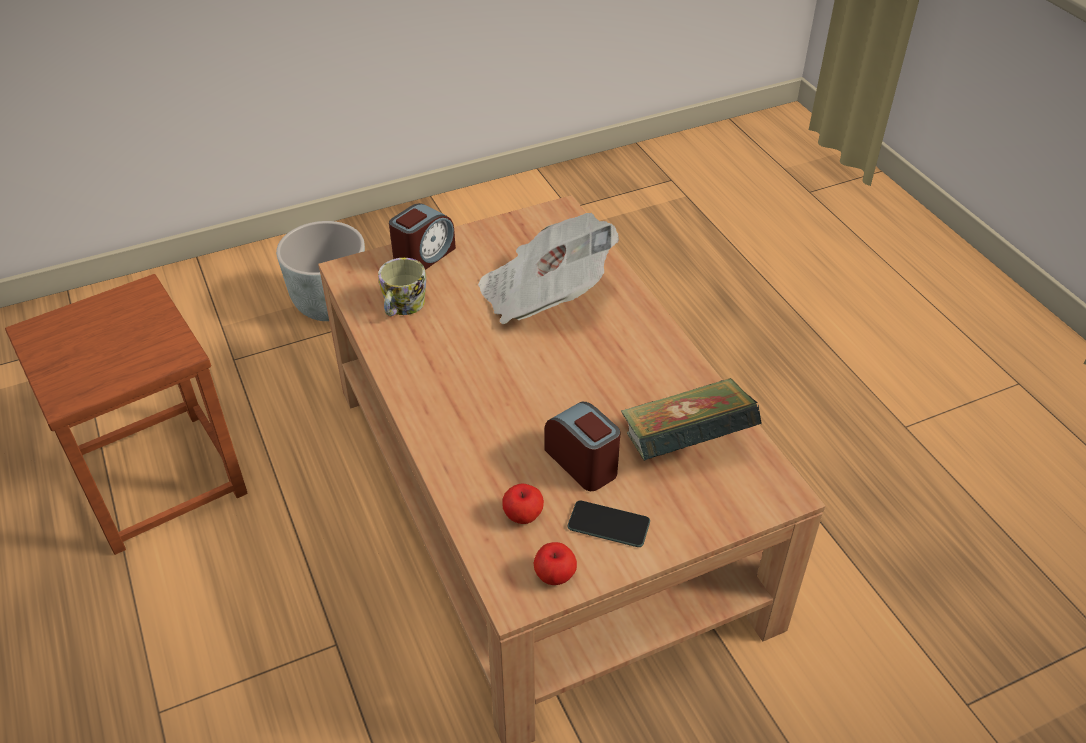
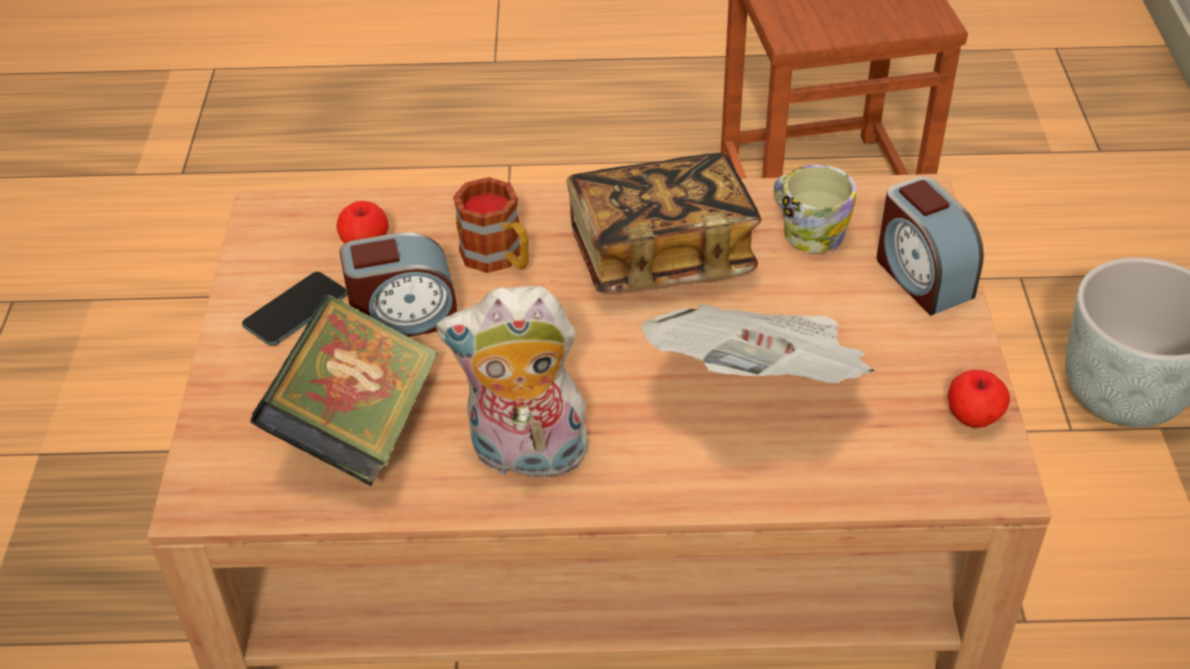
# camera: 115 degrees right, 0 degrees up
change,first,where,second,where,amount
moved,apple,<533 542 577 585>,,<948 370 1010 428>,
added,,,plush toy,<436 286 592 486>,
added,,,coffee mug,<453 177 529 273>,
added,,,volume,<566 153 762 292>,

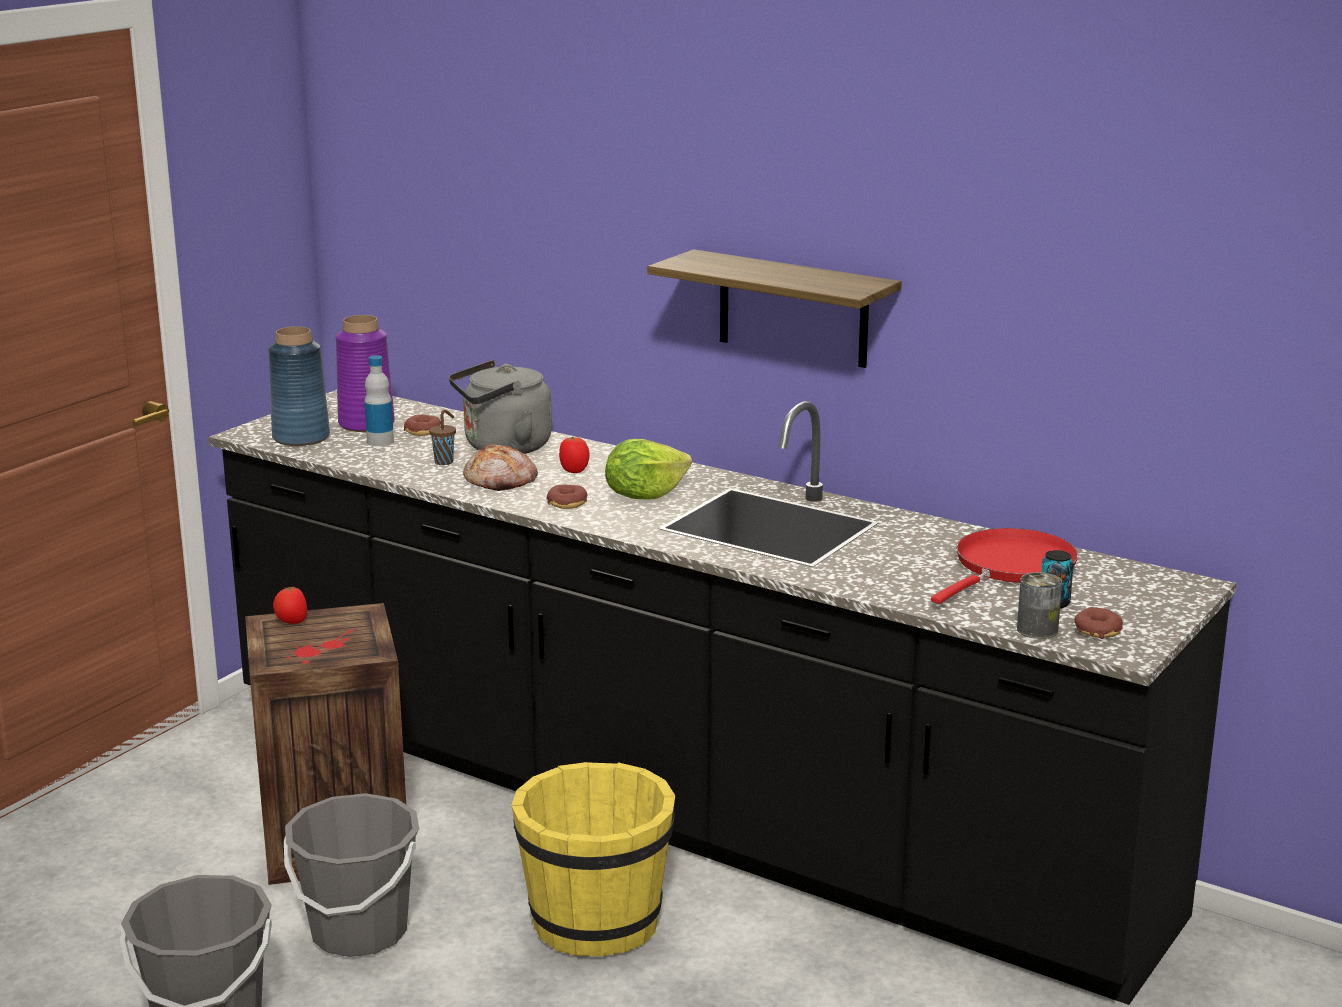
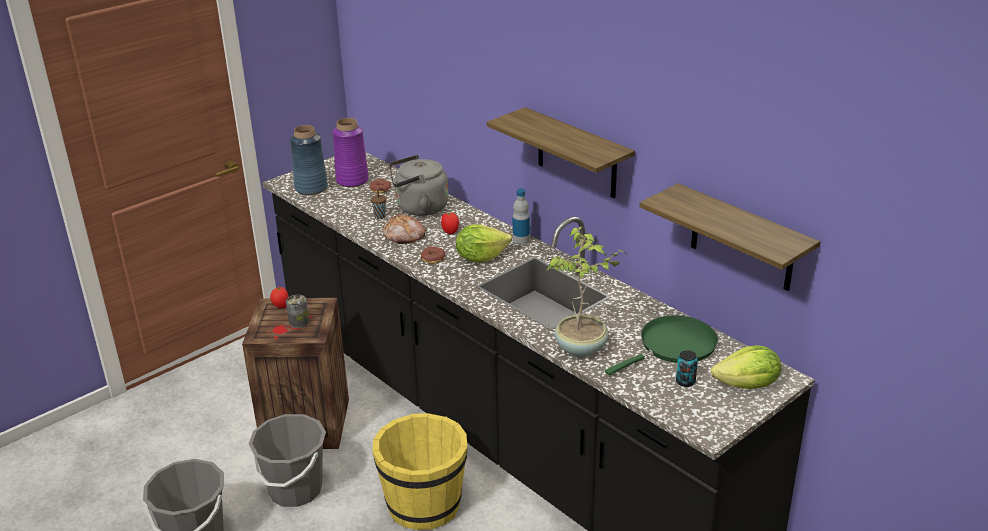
# camera: 15 degrees right, 10 degrees up
change,first,where,second,where,amount
moved,bottle,<364 355 394 446>,,<513 188 530 245>,
recoloured,red frying pan,<931 528 1078 604>,greenish frying pan,<605 315 718 375>,
moved,sealed can,<1017 572 1062 639>,,<286 295 309 328>,
removed,ring doughnut,<1074 607 1123 639>,,,
added,,,houseplant,<547 227 627 357>,
added,,,bracket shelf,<639 183 820 291>,
added,,,head of lettuce,<711 345 782 389>,

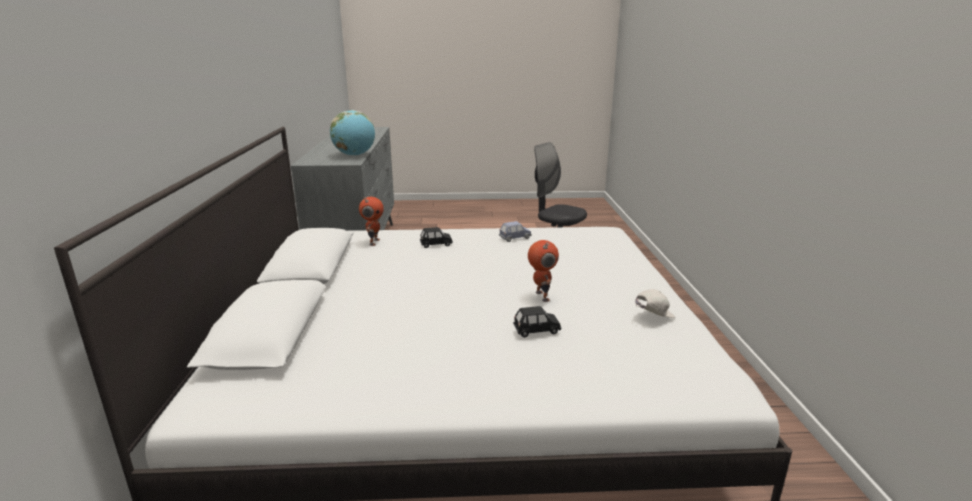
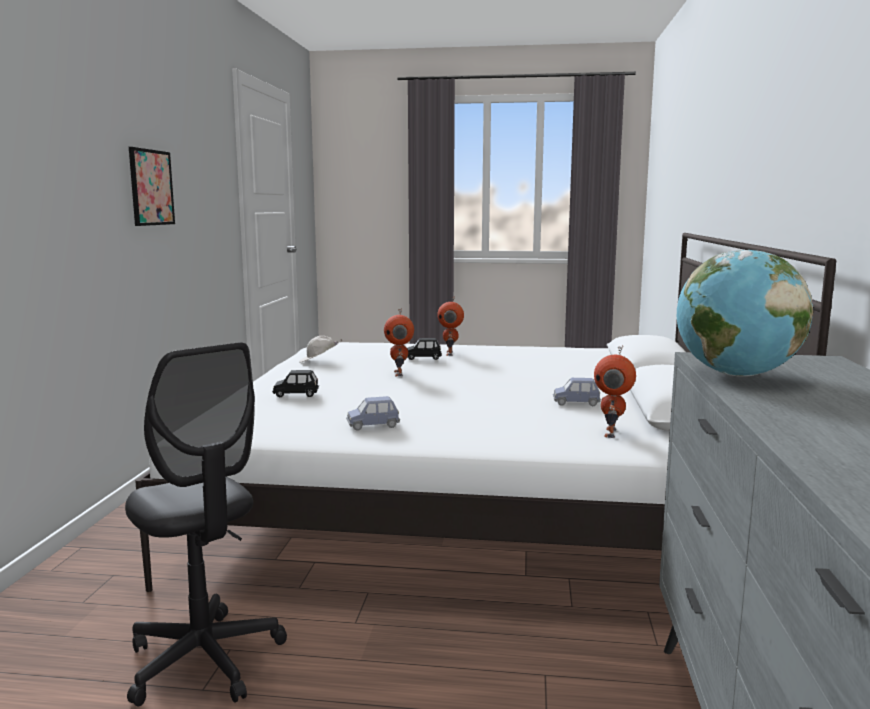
# camera: 170 degrees left, 10 degrees down
change,first,where,second,where,amount
moved,black-coloured toy car,<420 227 453 248>,,<272 370 319 397>,
added,,,wall picture,<129 147 175 226>,
added,,,toy robot,<437 296 464 356>,
added,,,bluish toy car,<553 378 601 406>,

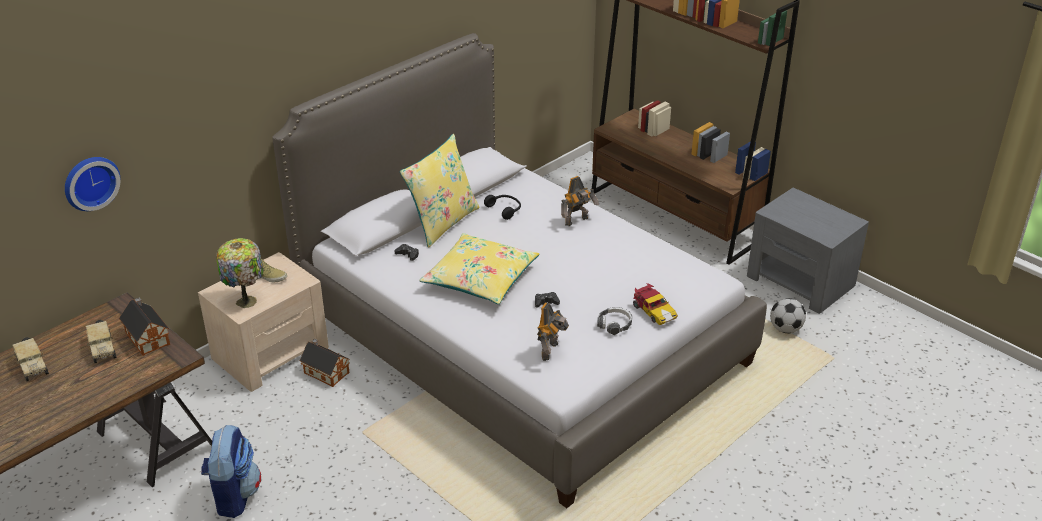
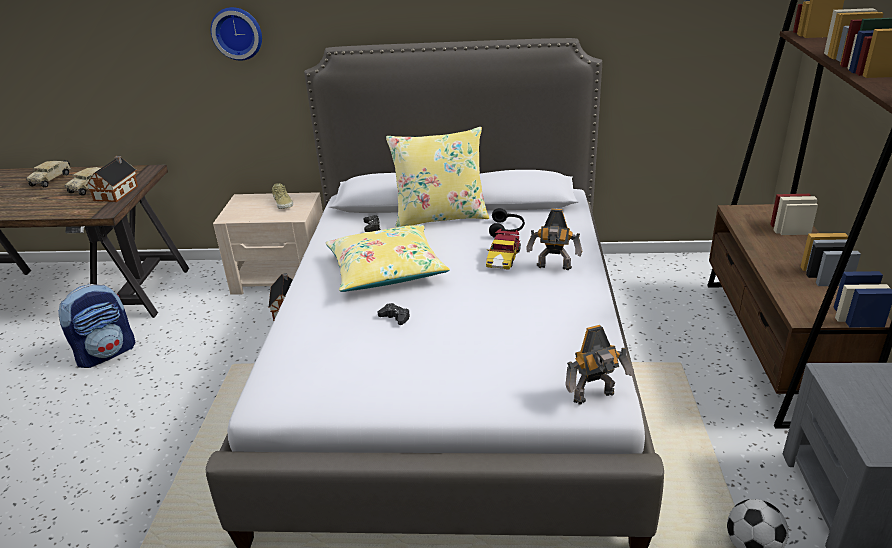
# camera: 50 degrees right, 5 degrees down
change,first,where,second,where,amount
moved,clock on the wall,<65 157 120 211>,,<211 7 262 60>,
removed,table lamp,<216 238 264 308>,,,
moved,toy robot,<537 303 569 361>,,<565 325 634 404>,
removed,pair of headphones,<597 307 632 335>,,,
moved,toy car,<633 283 678 325>,,<486 228 521 269>,

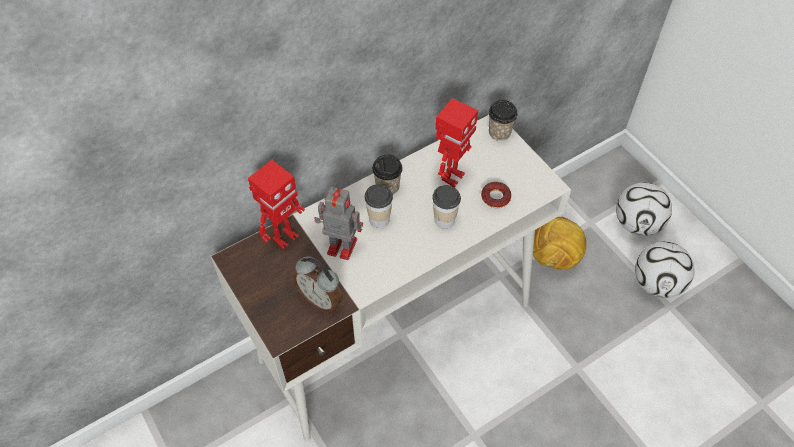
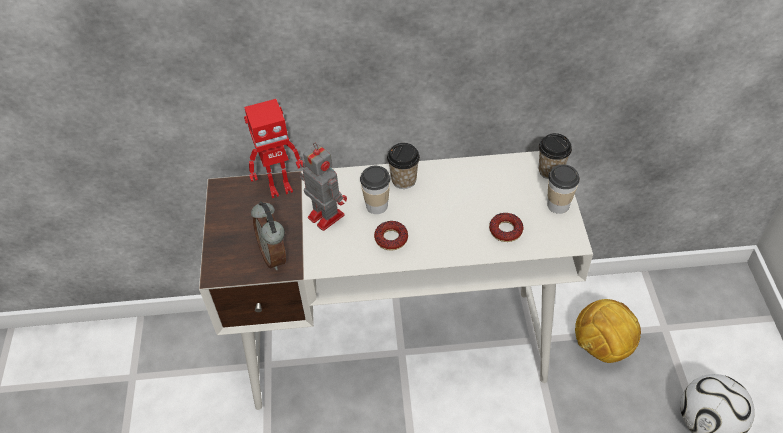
# camera: 30 degrees right, 5 degrees down
change,first,where,second,where,amount
moved,drinking cup,<432 185 461 229>,,<547 164 580 214>,
removed,toy robot,<436 98 478 187>,,,
removed,football,<616 182 672 236>,,,
added,,,ring doughnut,<374 221 408 251>,

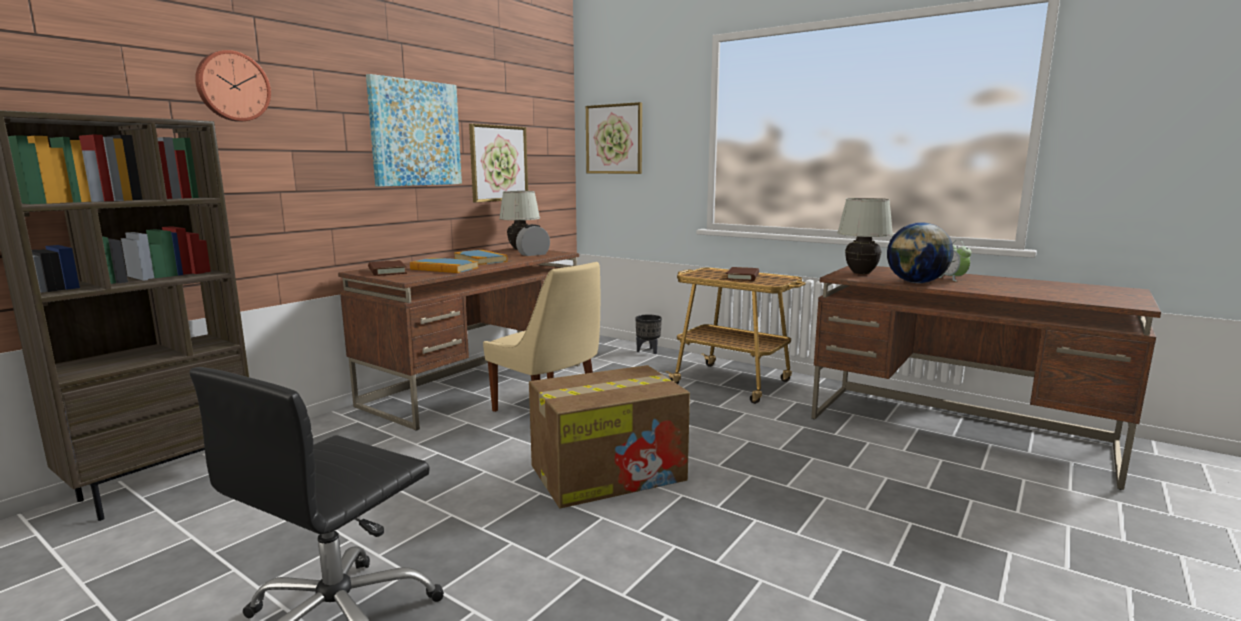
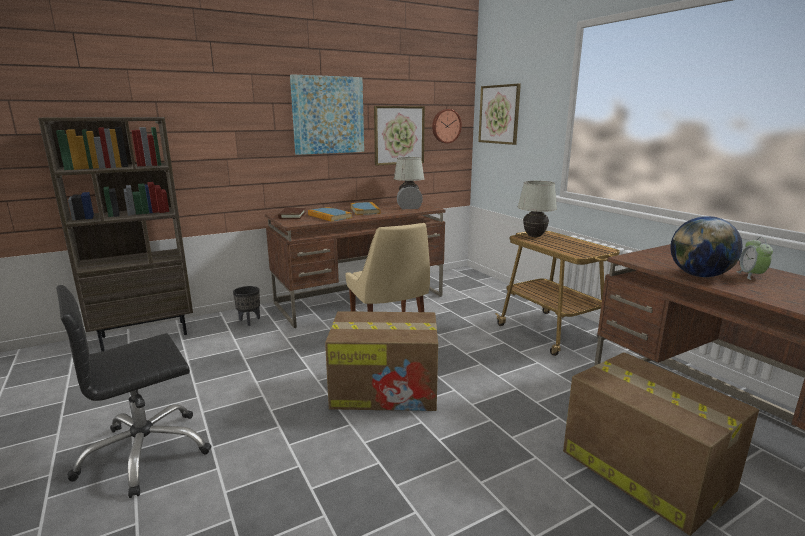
# camera: 25 degrees right, 5 degrees up
change,first,where,second,where,amount
moved,clock on the wall,<195 50 271 122>,,<432 109 462 143>,
moved,black-coloured planter,<635 315 662 354>,,<233 286 260 326>,
removed,brownish volume,<726 267 759 281>,,,
moved,white-coloured table lamp,<837 198 893 274>,,<518 181 557 237>,
added,,,packing box,<563 352 759 536>,

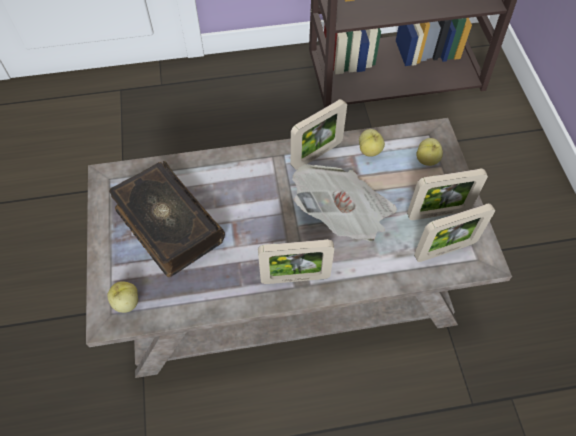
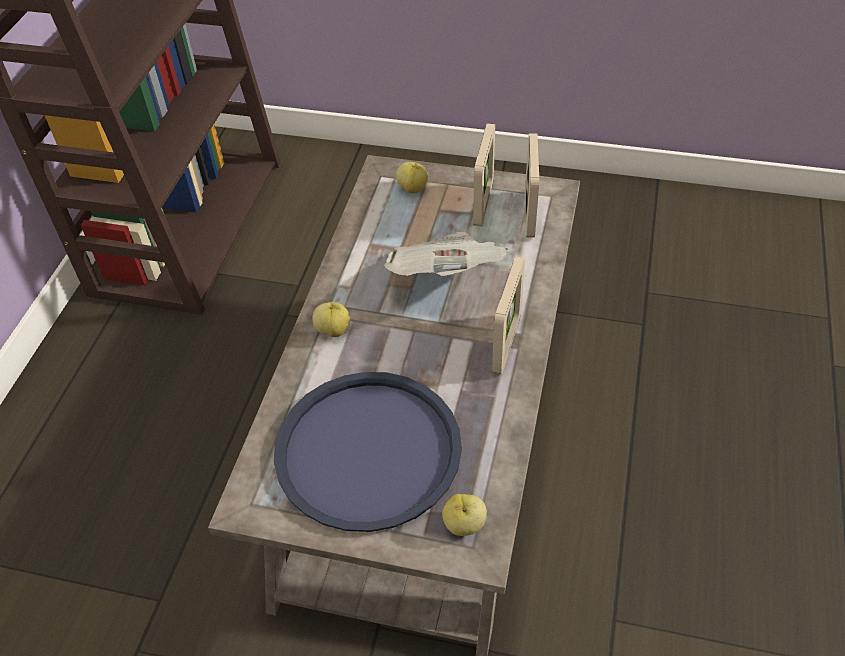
# camera: 65 degrees left, 10 degrees down
change,first,where,second,where,amount
replaced,volume,<109 161 225 277>,bluish serving tray,<274 372 462 532>,
removed,standing frame,<291 99 347 170>,,,
moved,apple,<359 129 385 156>,,<312 302 350 337>,

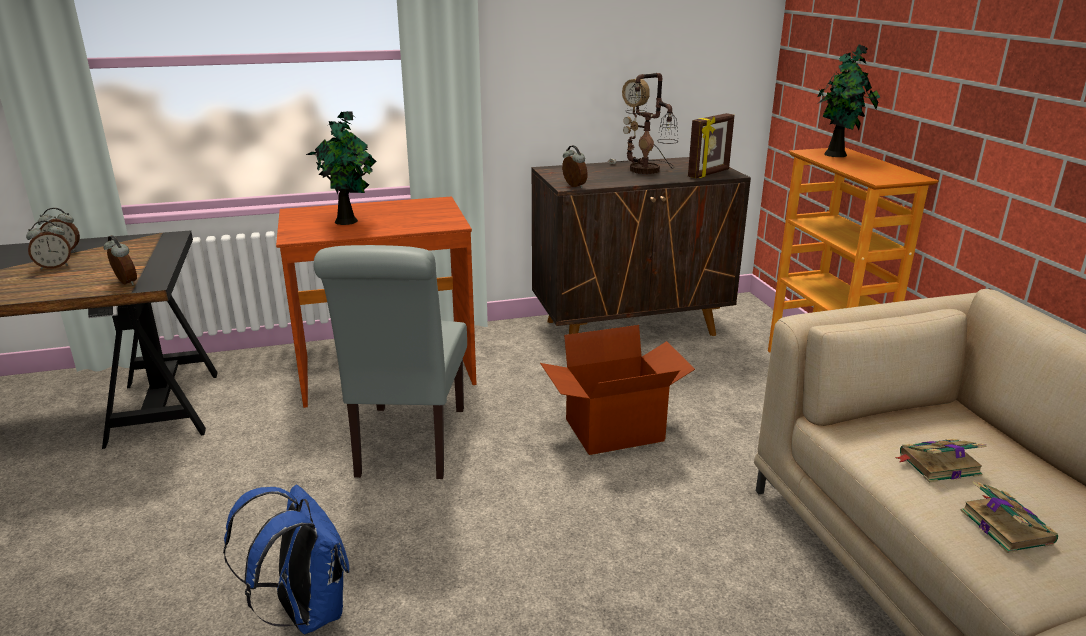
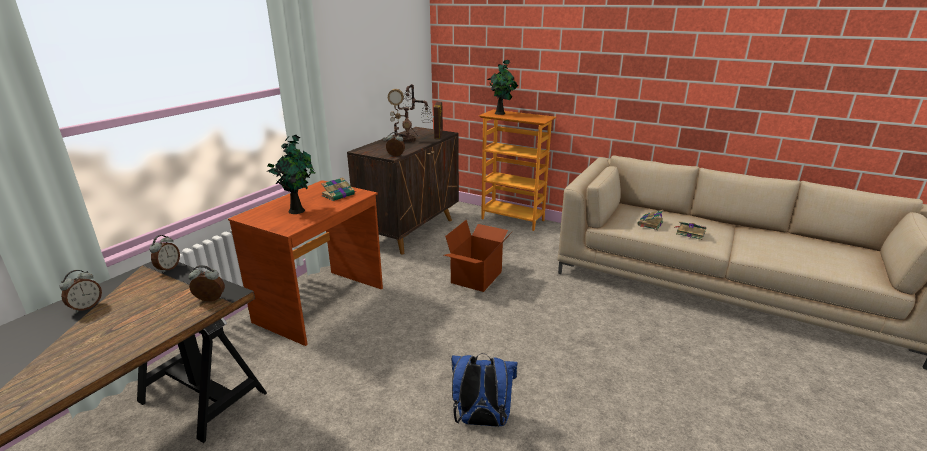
# camera: 45 degrees left, 0 degrees up
change,first,where,second,where,amount
moved,alarm clock,<26 220 71 270>,,<149 235 180 273>,
removed,greyish plain chair,<313 245 467 479>,,,
added,,,volume,<321 177 356 201>,

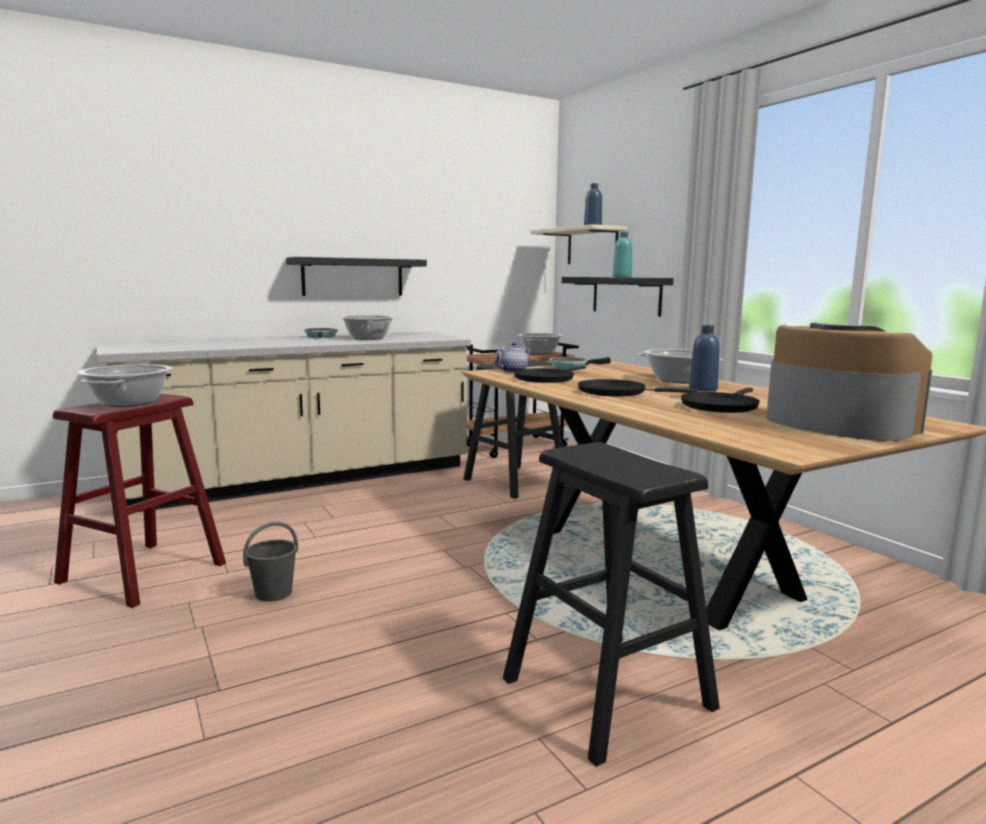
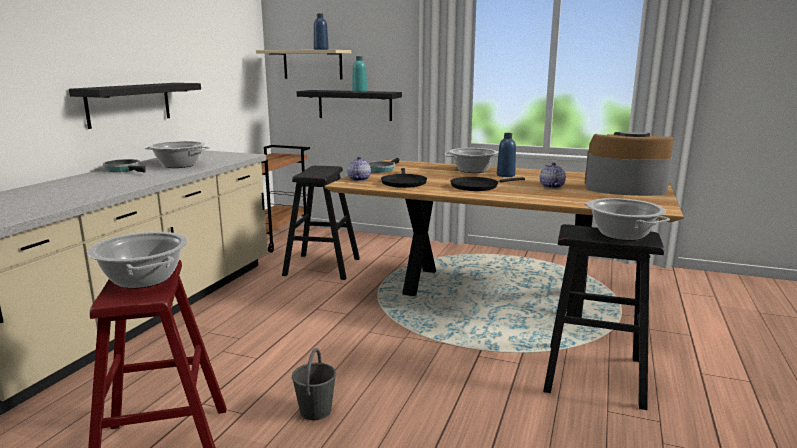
# camera: 40 degrees left, 5 degrees up
change,first,where,second,where,amount
moved,saucepot,<518 333 563 354>,,<584 198 670 241>,
replaced,black-coloured frying pan,<681 387 760 413>,teapot,<540 162 566 189>,

